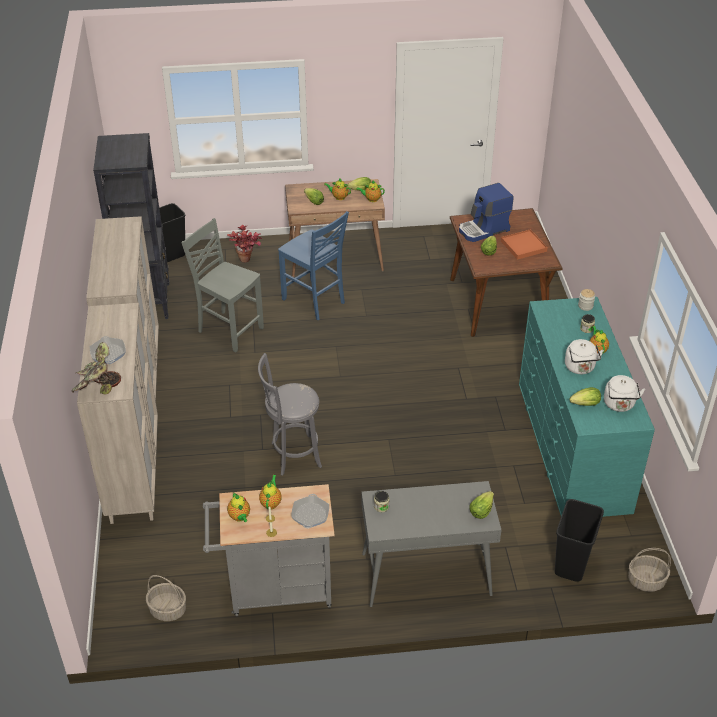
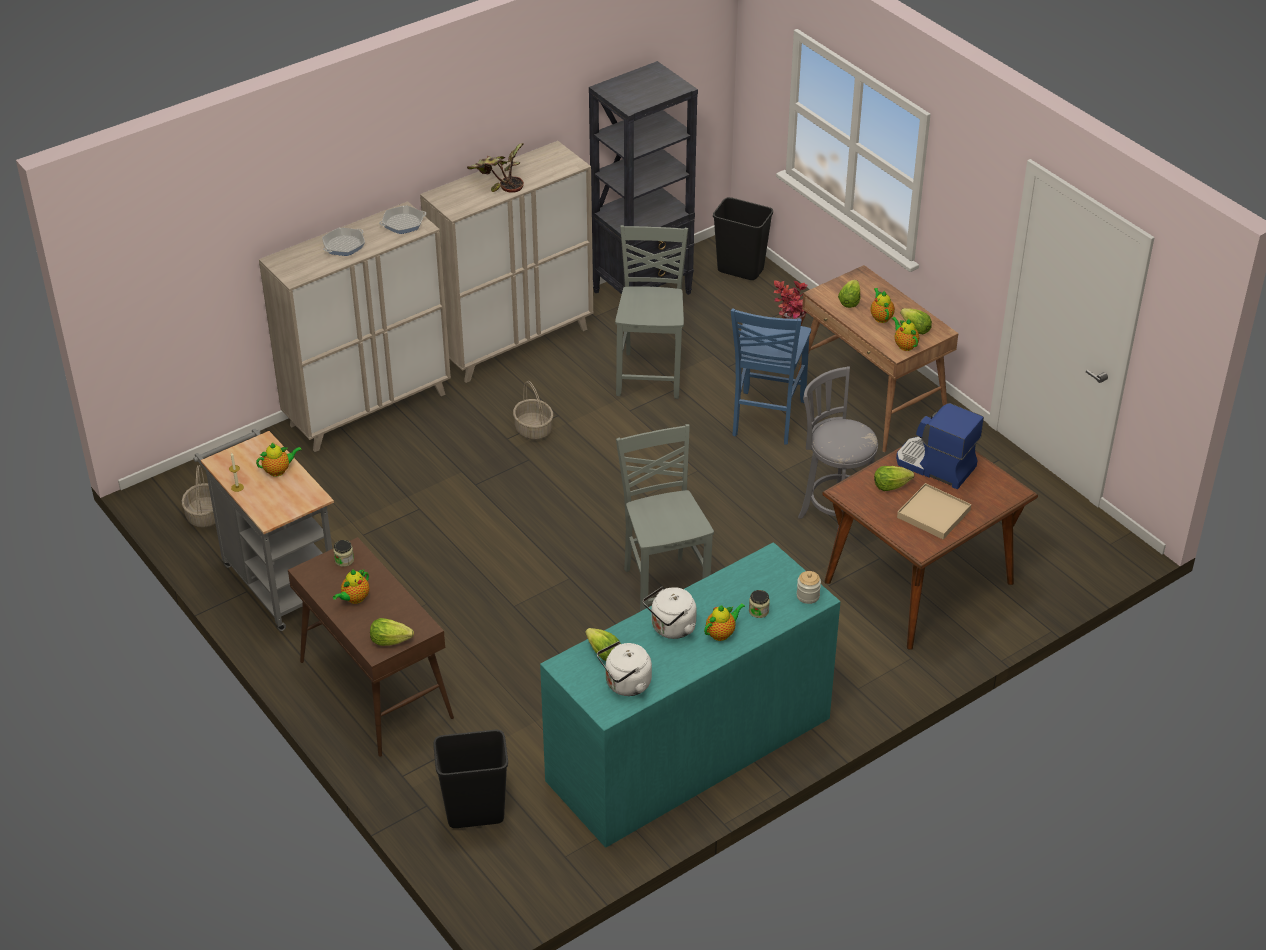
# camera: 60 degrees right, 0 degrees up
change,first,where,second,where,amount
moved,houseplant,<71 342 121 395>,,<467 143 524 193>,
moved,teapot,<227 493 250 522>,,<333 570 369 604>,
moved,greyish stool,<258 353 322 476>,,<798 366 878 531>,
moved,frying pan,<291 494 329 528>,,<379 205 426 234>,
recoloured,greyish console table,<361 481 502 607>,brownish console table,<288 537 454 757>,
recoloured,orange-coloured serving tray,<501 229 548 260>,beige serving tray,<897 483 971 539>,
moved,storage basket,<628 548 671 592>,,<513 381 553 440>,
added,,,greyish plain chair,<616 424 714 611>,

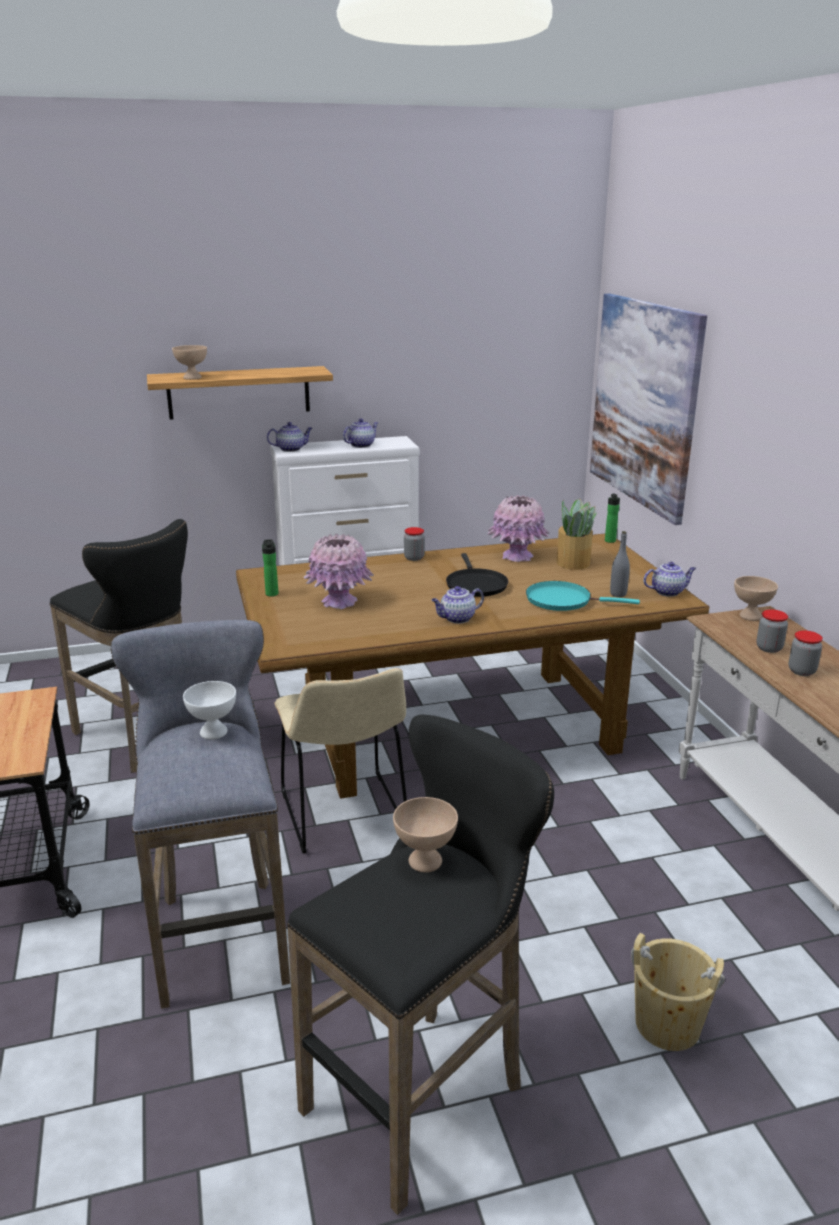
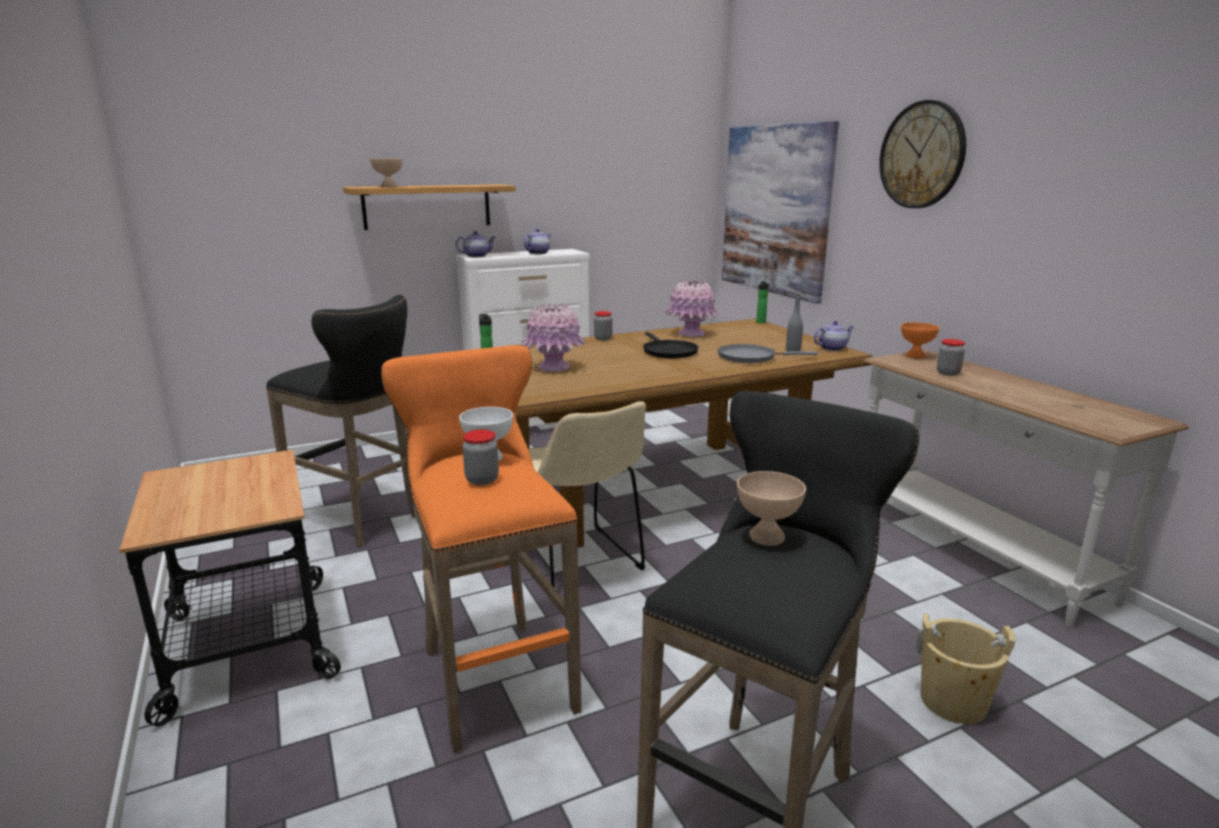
# camera: 10 degrees left, 5 degrees down
change,first,where,second,where,amount
recoloured,greyish stool,<111 620 290 1009>,orange-coloured stool,<381 345 582 753>,
removed,teapot,<431 586 484 624>,,,
recoloured,turquoise frying pan,<526 581 640 611>,greyish frying pan,<718 344 818 363>,
removed,houseplant,<557 499 597 570>,,,
recoloured,beige bowl,<734 576 778 621>,orange-coloured bowl,<901 322 939 359>,
moved,jar,<789 630 823 676>,,<462 429 499 485>,
added,,,clock on the wall,<879 100 966 208>,

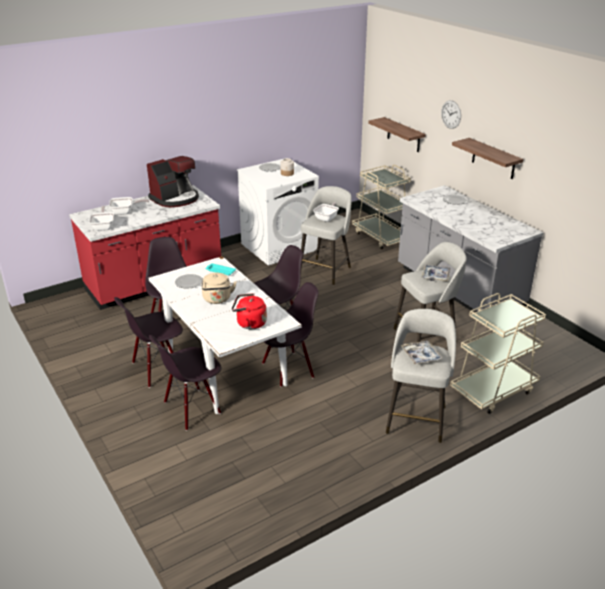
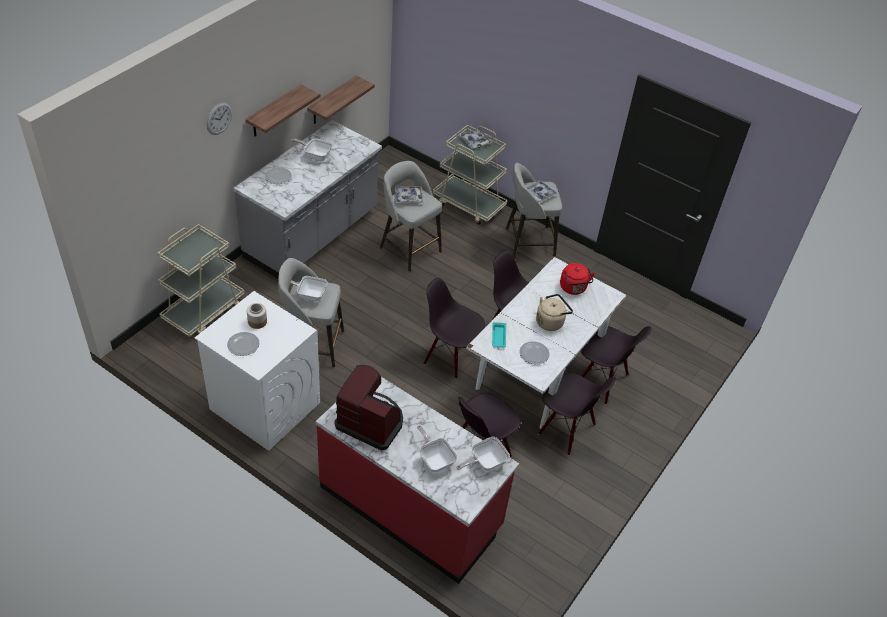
# camera: 115 degrees left, 15 degrees up
change,first,where,second,where,amount
moved,bracket shelf,<368 117 426 152>,,<307 76 375 124>,
added,,,frying pan,<291 138 333 161>,
added,,,serving tray,<460 129 492 149>,

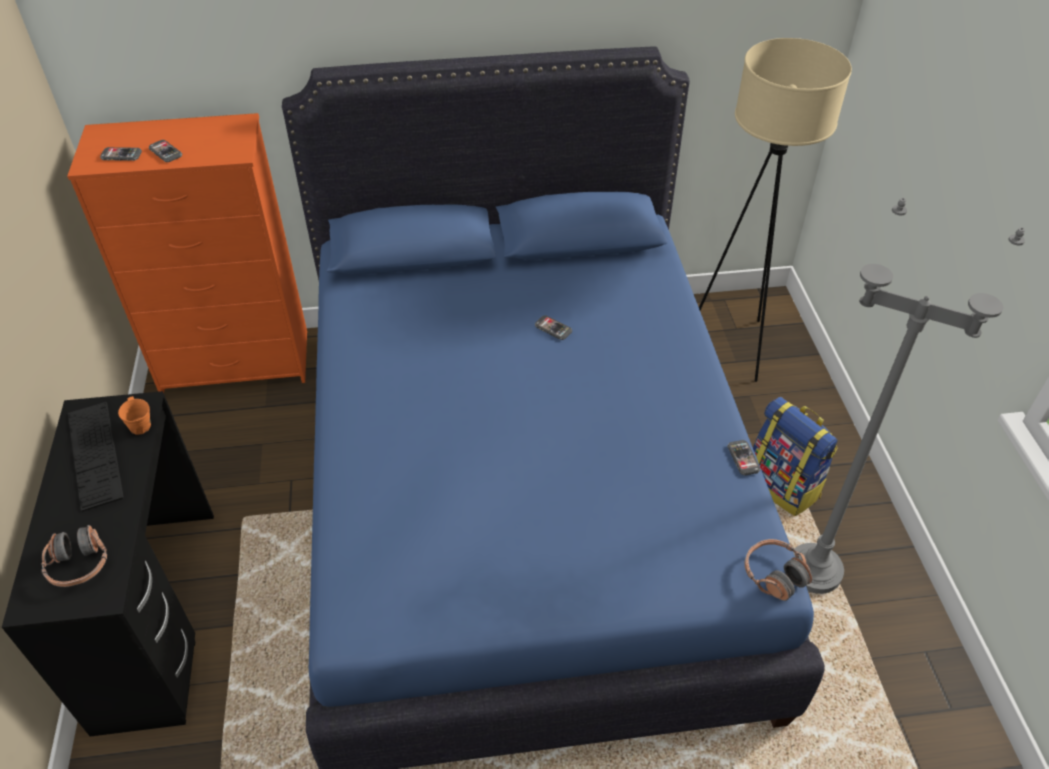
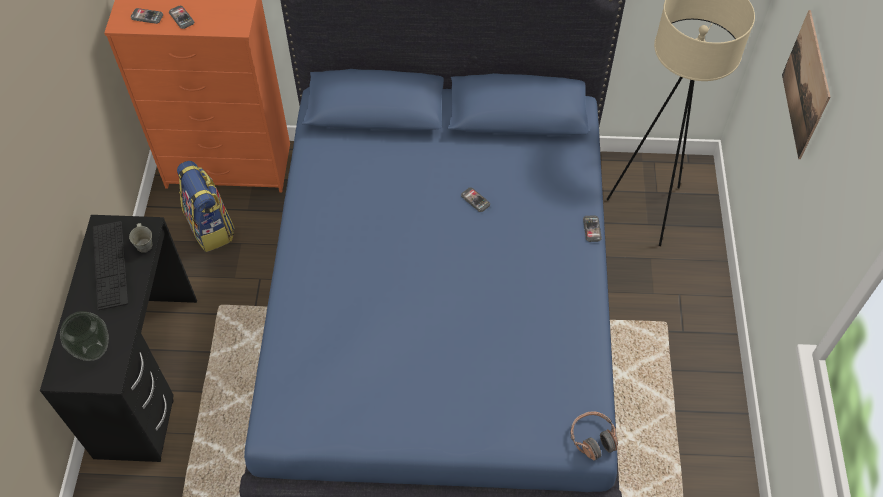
# camera: 10 degrees right, 10 degrees up
change,first,where,second,where,amount
replaced,pair of headphones,<41 525 107 587>,decorative vase,<60 311 109 361>,
recoloured,orange-coloured coffee mug,<118 396 151 435>,greyish coffee mug,<129 223 152 253>,
moved,handset,<727 440 761 475>,,<583 215 602 242>,
moved,knapsack,<753 397 838 516>,,<177 161 235 252>,
removed,greyish standard lamp,<793 198 1025 594>,,,
added,,,wall picture,<782 10 830 159>,

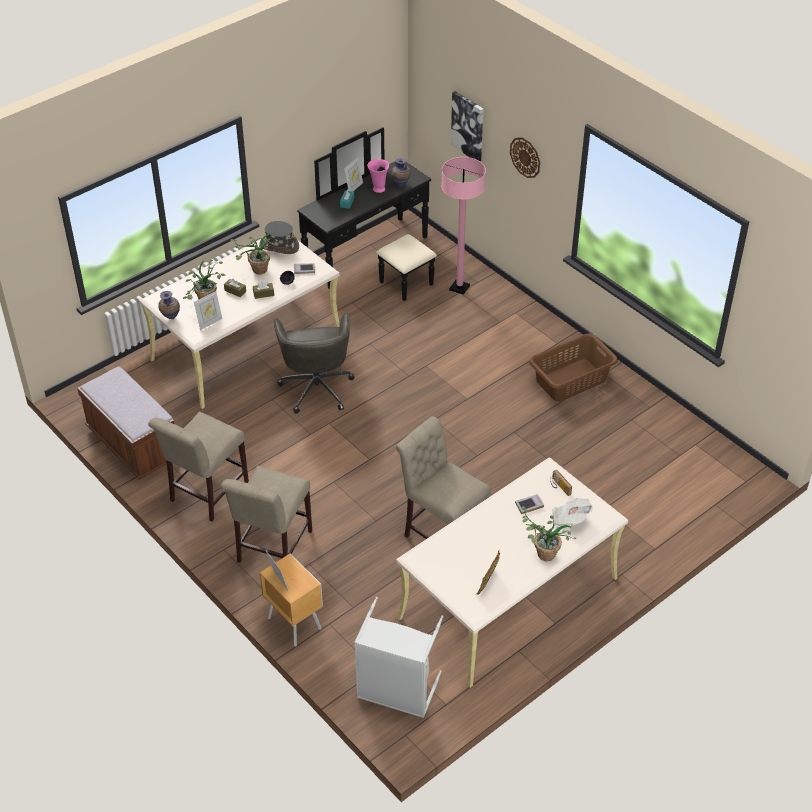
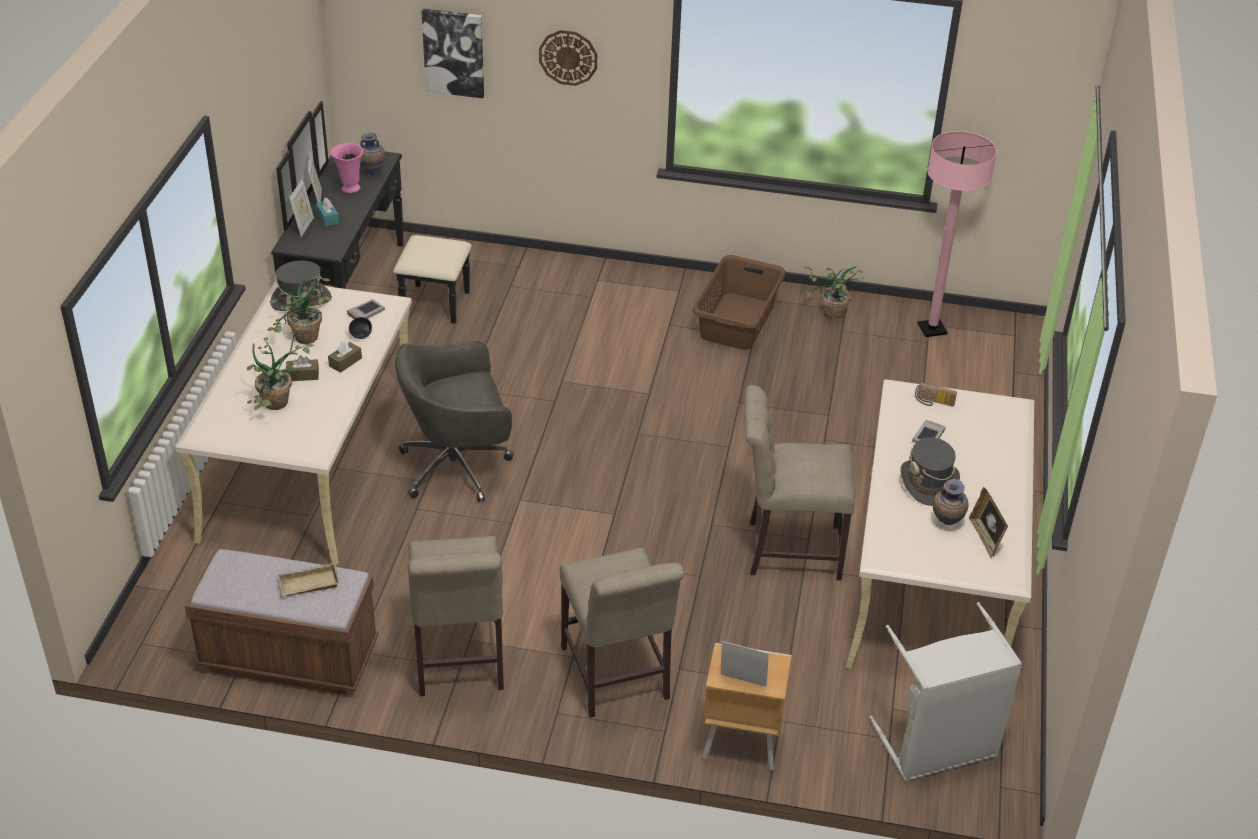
# camera: 40 degrees left, 5 degrees down
change,first,where,second,where,amount
moved,decorative vase,<158 291 180 319>,,<933 479 969 525>,
moved,standing frame,<194 291 222 330>,,<289 178 314 237>,
turned,greyish desk chair,<274 312 354 413>,,<395 340 514 502>,120 degrees clockwise
moved,pinkish standard lamp,<441 157 486 295>,,<917 131 997 337>,
moved,houseplant,<522 506 577 561>,,<804 267 864 320>,
removed,daily paper,<552 498 593 526>,,,
added,,,beige serving tray,<278 563 340 596>,
added,,,greyish wearable hat,<900 437 960 506>,

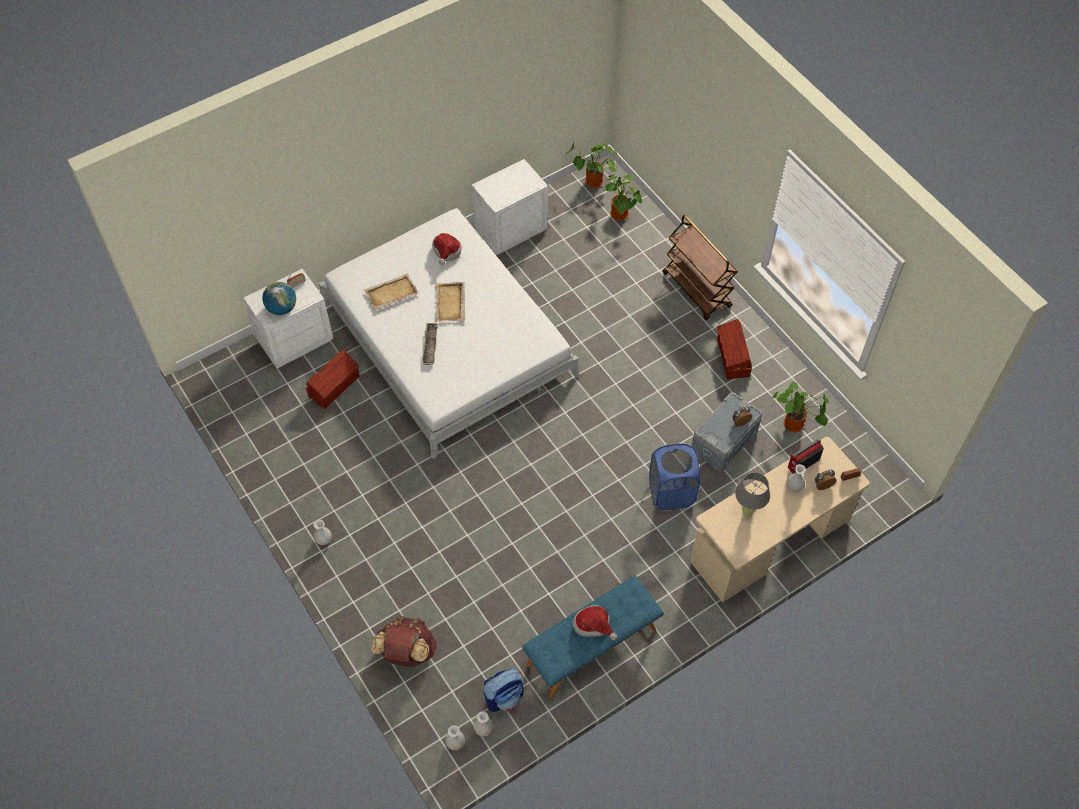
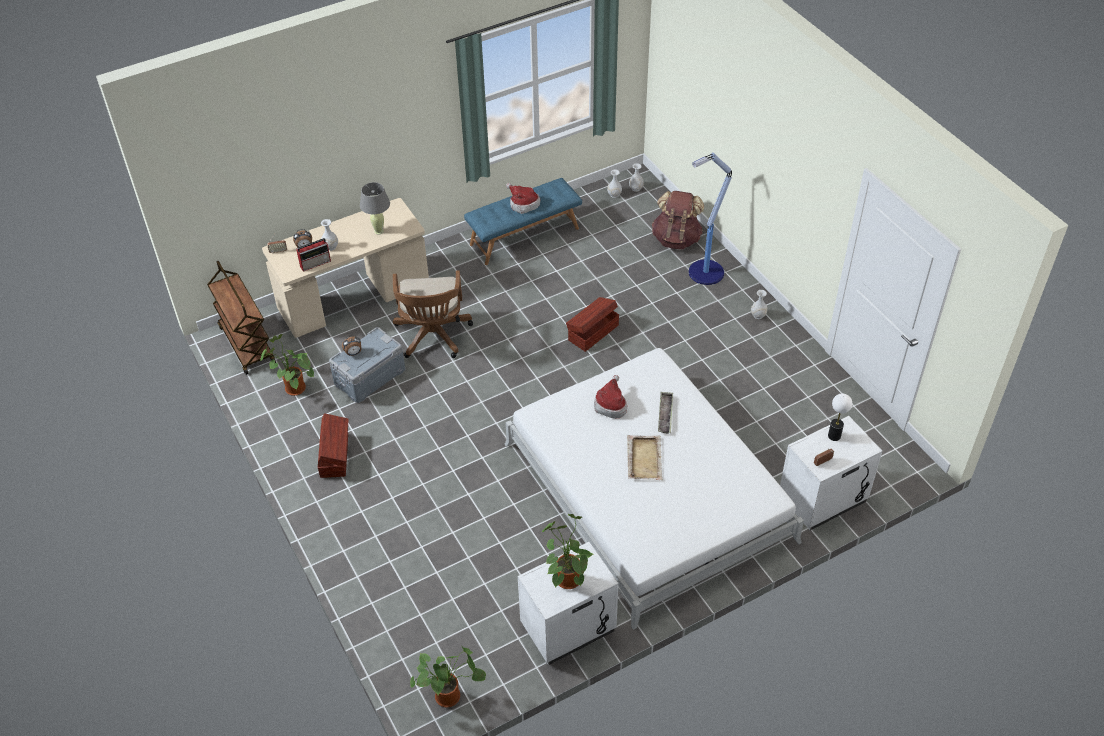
# camera: 175 degrees left, 10 degrees down
change,first,where,second,where,amount
replaced,world globe,<262 282 296 315>,table lamp,<828 393 852 441>,
moved,brownish storage bin,<306 349 360 409>,,<566 297 619 352>,
removed,beige serving tray,<364 273 419 310>,,,
moved,wearable hat,<432 233 462 265>,,<594 375 627 419>,
removed,knapsack,<483 669 524 712>,,,
moved,houseplant,<604 174 642 221>,,<542 514 594 589>,
replaced,bluish washing basket,<649 443 700 510>,brownish desk chair,<393 270 473 358>,
moved,brownish wheeled cart,<663 215 738 320>,,<207 261 276 375>,
added,,,standard lamp,<689 152 732 285>,

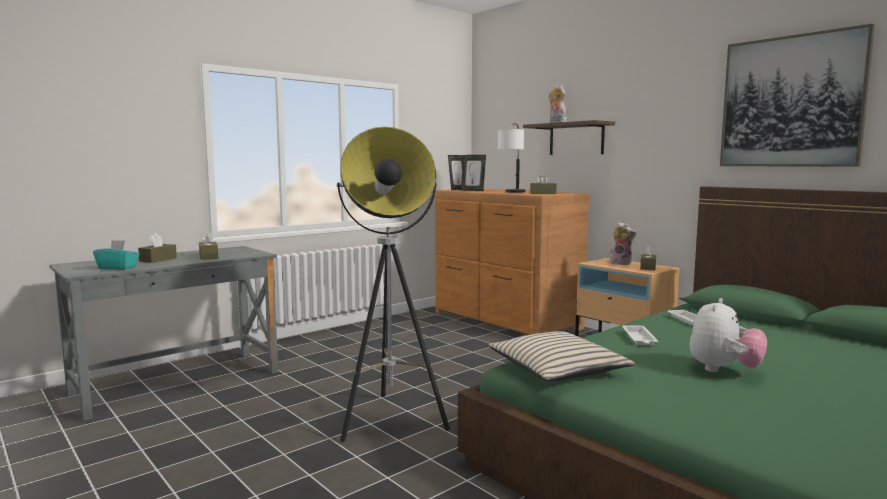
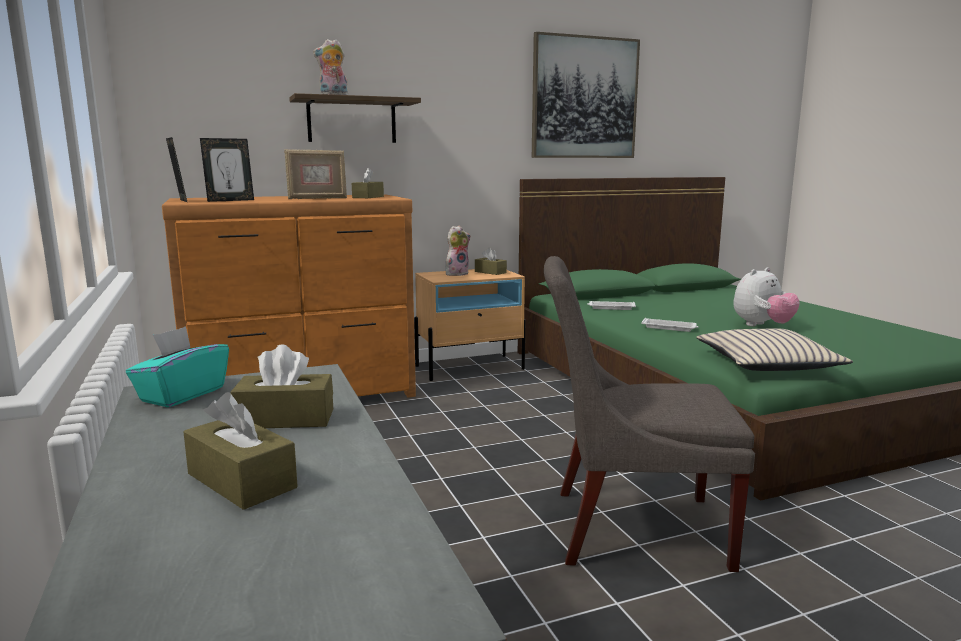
# camera: 70 degrees left, 5 degrees up
change,first,where,second,where,amount
moved,turquoise tissue box,<93 240 139 270>,,<126 326 229 407>,
replaced,standard lamp,<337 127 450 442>,greyish plain chair,<544 256 755 572>,
replaced,table lamp,<498 123 525 193>,standing frame,<284 149 347 199>,
turned,plush toy,<690 298 767 372>,,<733 267 800 326>,90 degrees clockwise

